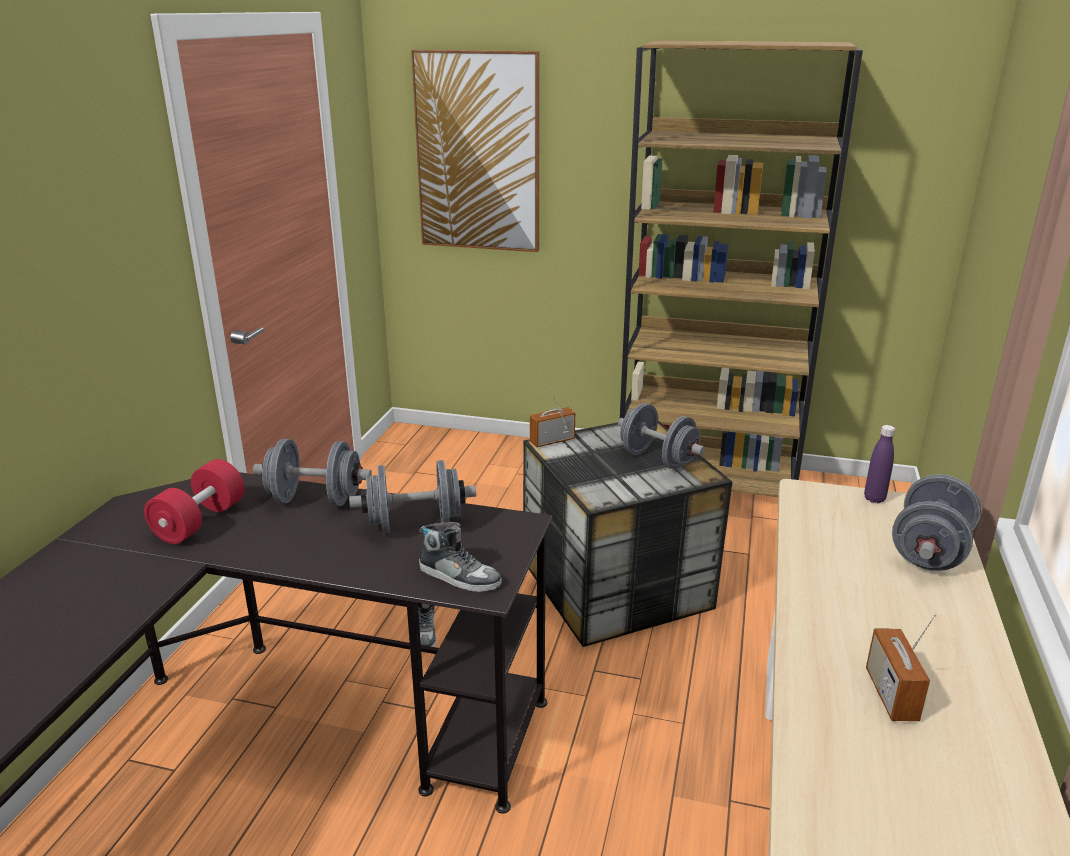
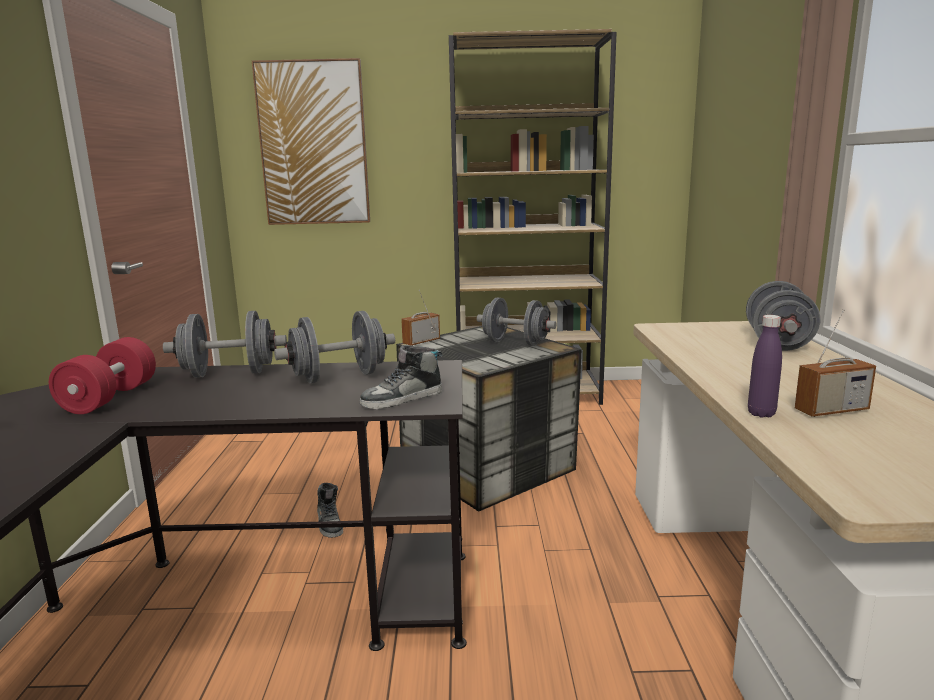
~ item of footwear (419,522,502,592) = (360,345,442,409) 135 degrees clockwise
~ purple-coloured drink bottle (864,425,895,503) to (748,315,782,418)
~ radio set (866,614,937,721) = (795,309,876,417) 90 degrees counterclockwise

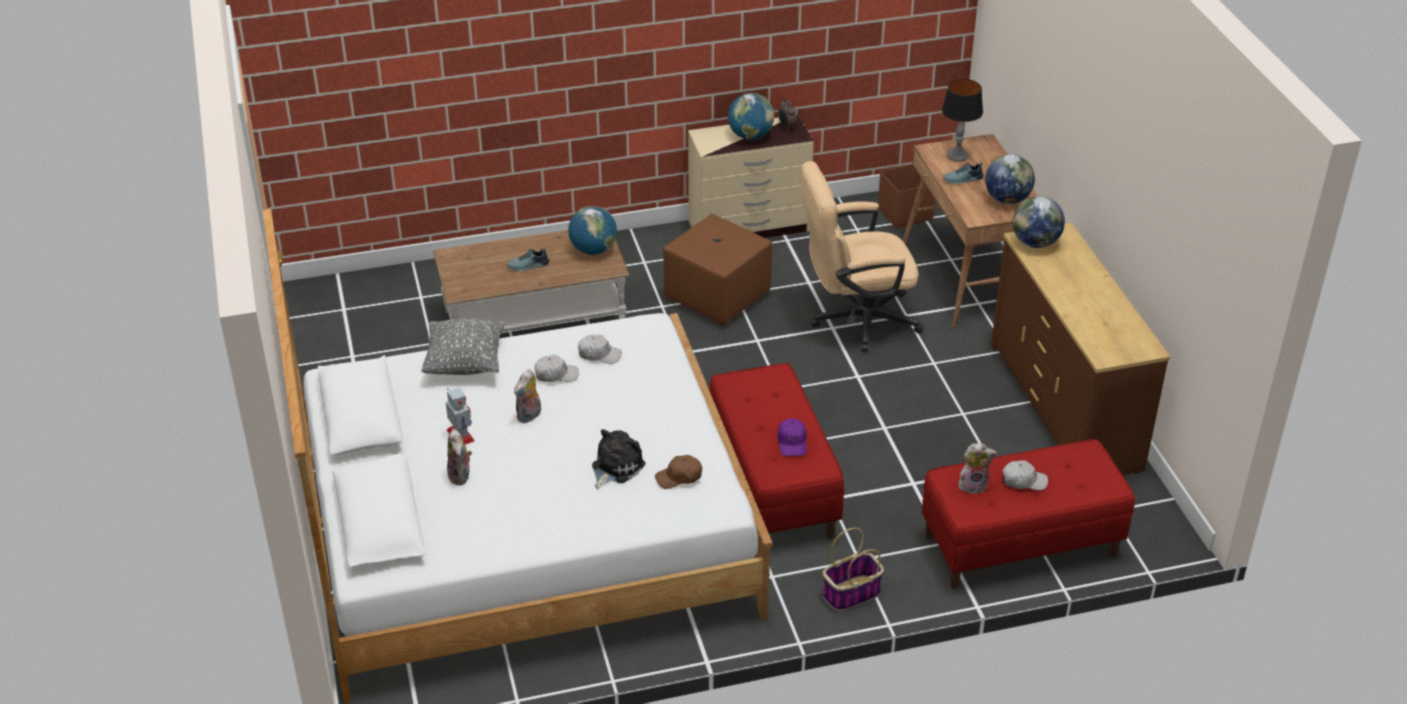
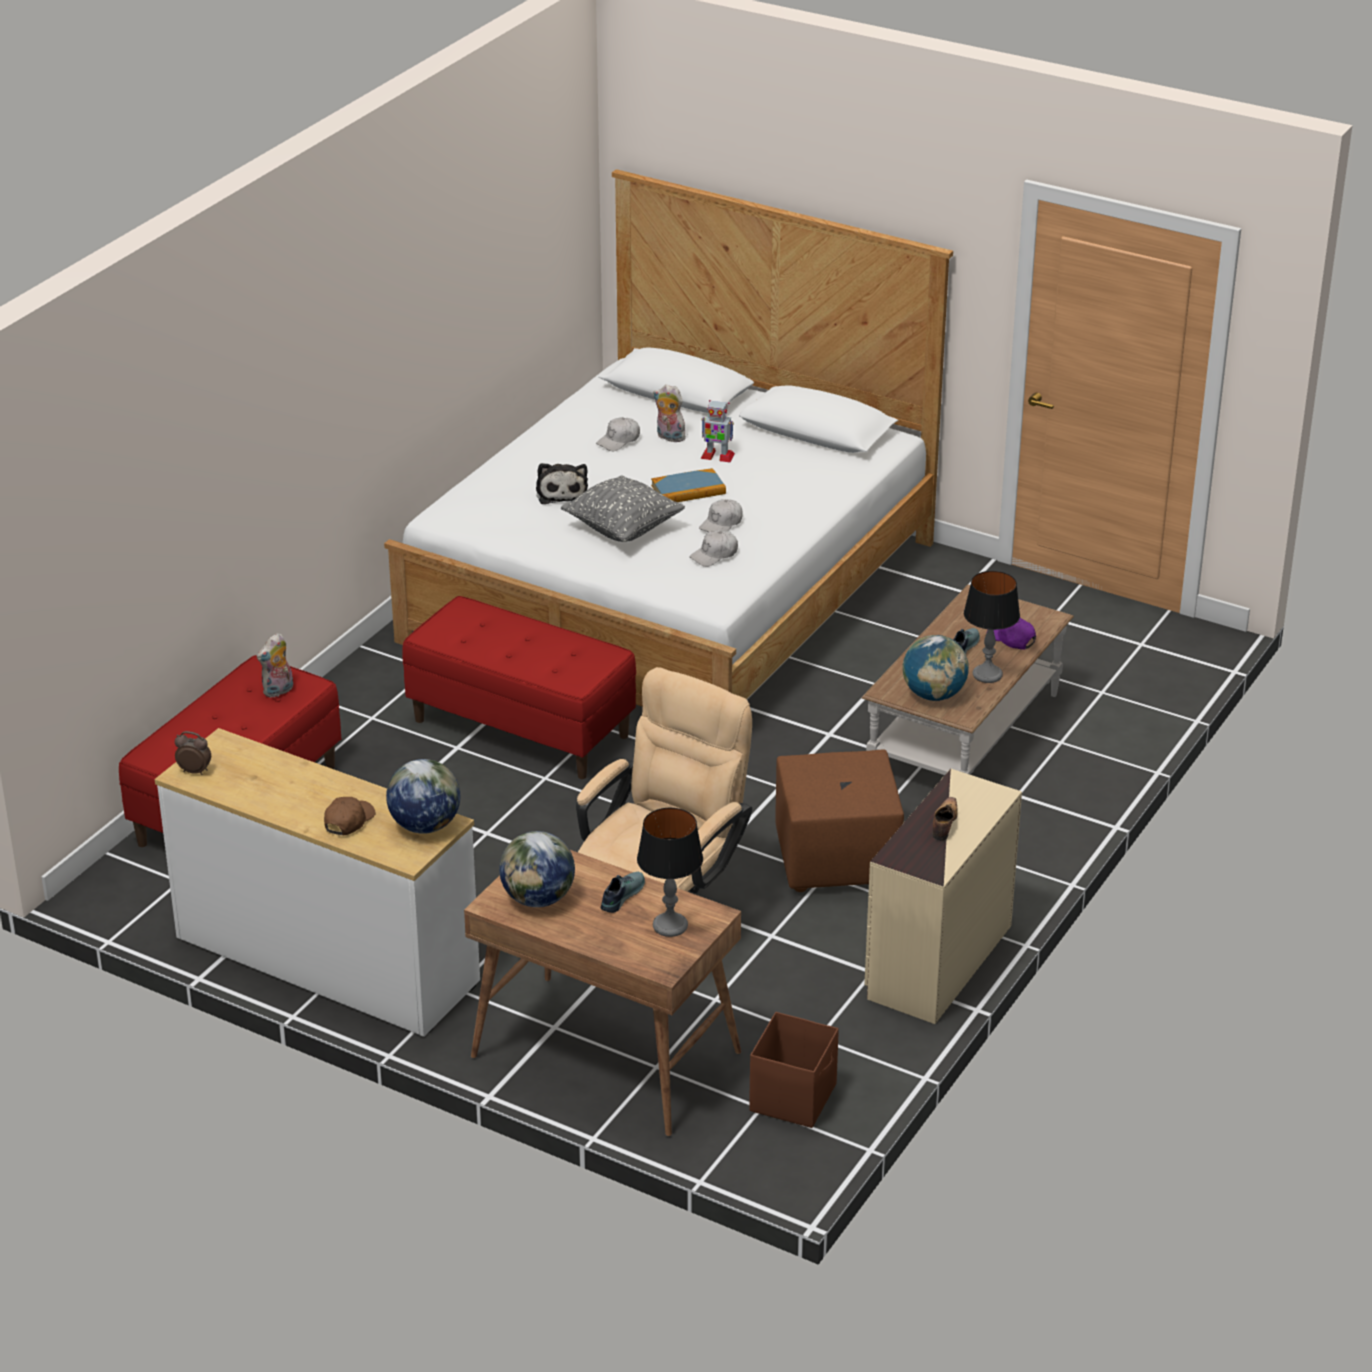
~ brown-coloured dresser (991,223,1170,475) to whitish dresser (155,728,480,1037)
~ bedside clock (778,99,797,131) to (175,731,211,775)
~ brown-coloured cap (655,455,702,489) to (324,797,376,835)
~ greyish throw pillow (421,319,505,375) to (561,475,685,542)
~ whitish cap (1003,460,1048,490) to (596,417,640,451)
~ cuddly toy (514,369,541,423) to bound book (651,468,726,502)
~ world globe (728,93,774,140) to item of footwear (933,797,958,841)
+ table lamp (964,571,1020,683)
~ purple-coloured cap (777,419,807,456) to (986,618,1036,650)
- household basket (823,528,884,611)

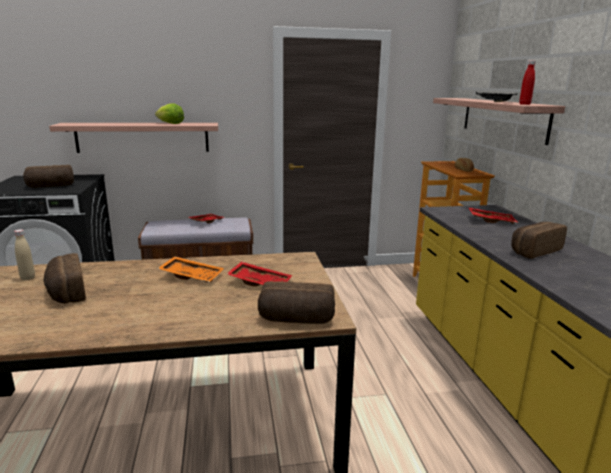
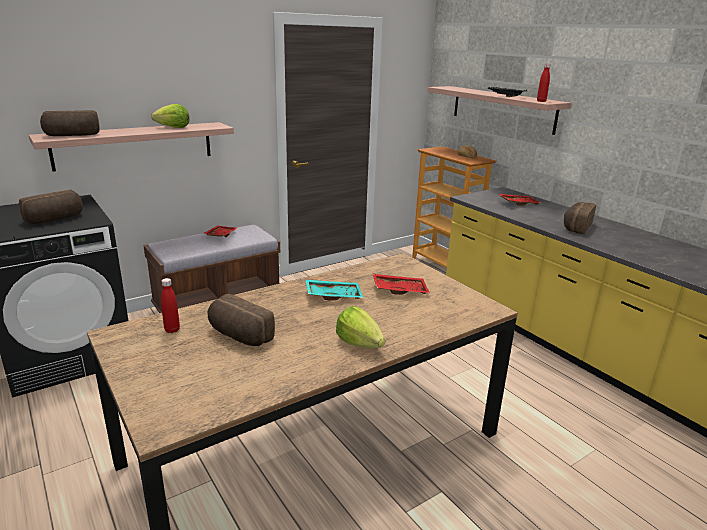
~ bakery bread (258,281,335,324) to (40,110,100,136)
~ beige drink bottle (14,229,35,280) to red-coloured drink bottle (161,278,180,333)
~ orangey serving tray (158,256,224,283) to blue-green serving tray (305,279,364,300)
+ lettuce (336,306,385,348)

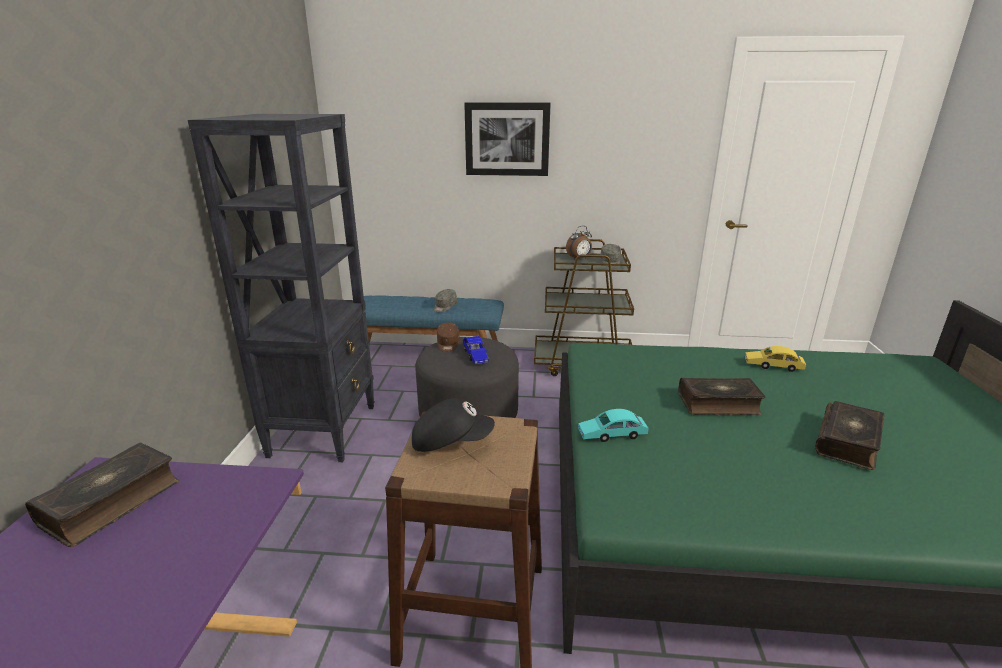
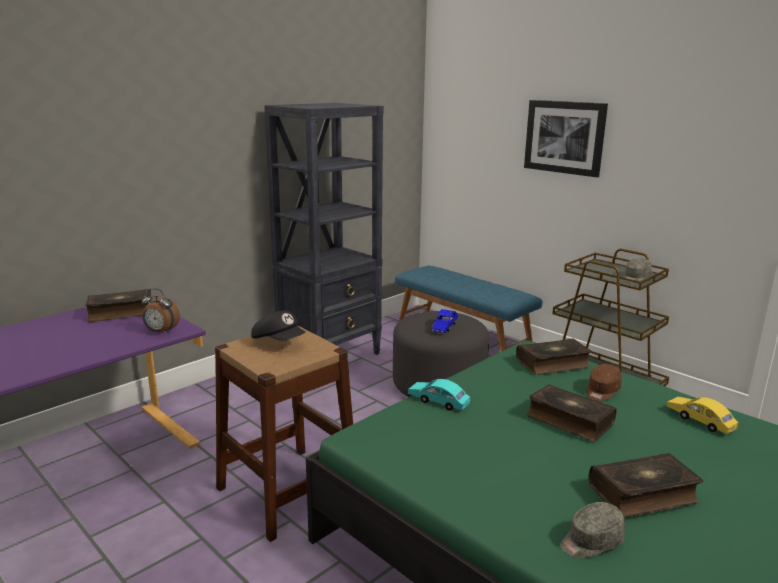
~ bedside clock (566,226,592,260) to (142,288,180,334)
+ bound book (516,339,592,375)
~ greyish cap (434,289,457,312) to (560,502,625,558)
~ brown-coloured cap (437,322,460,352) to (586,364,622,401)

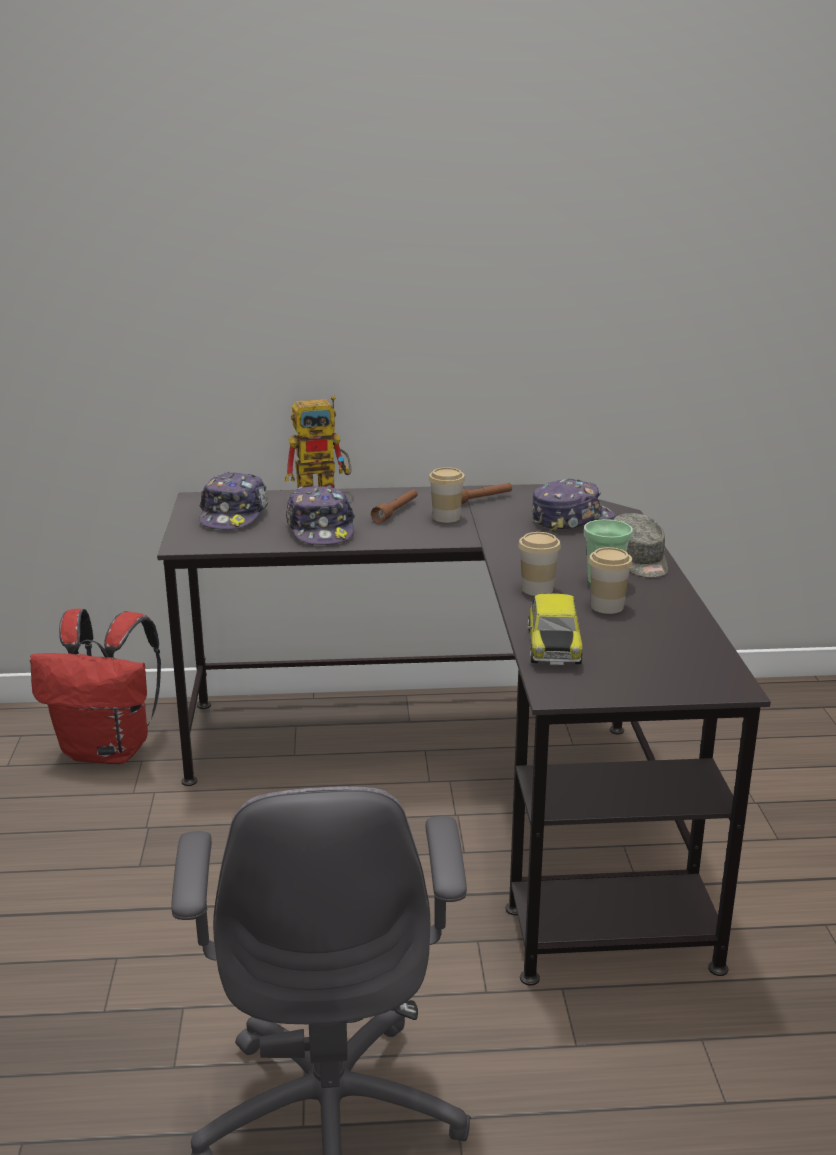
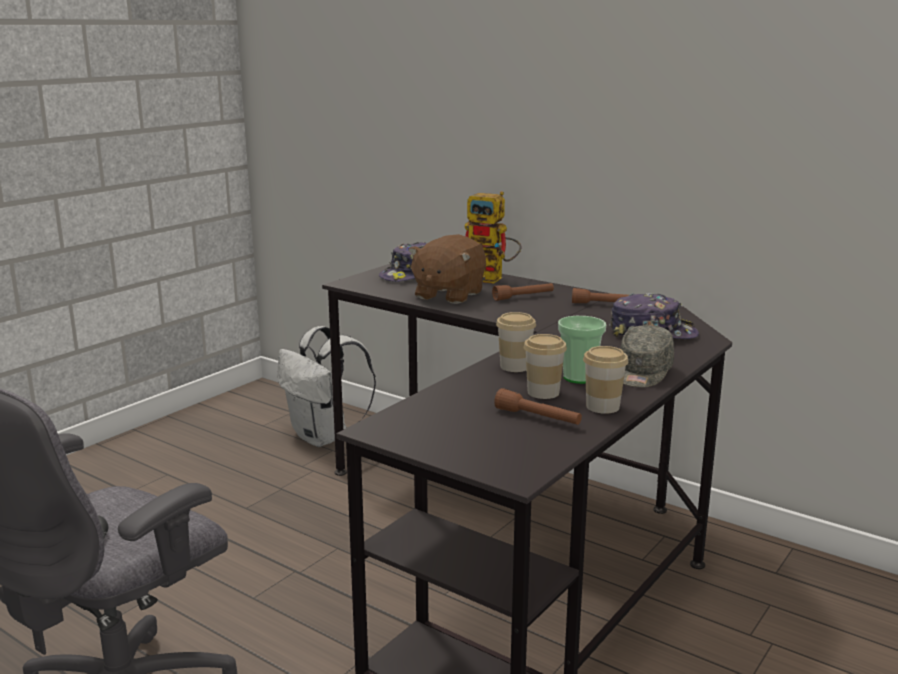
~ red-coloured backpack (30,609,161,764) to whitish backpack (278,326,376,447)
~ cap (286,486,355,545) to brown-coloured cuddly toy (408,234,486,304)
+ brown-coloured flashlight (494,388,582,425)
~ drinking cup (429,467,465,523) to (583,346,628,414)
- miniature car (527,593,583,665)

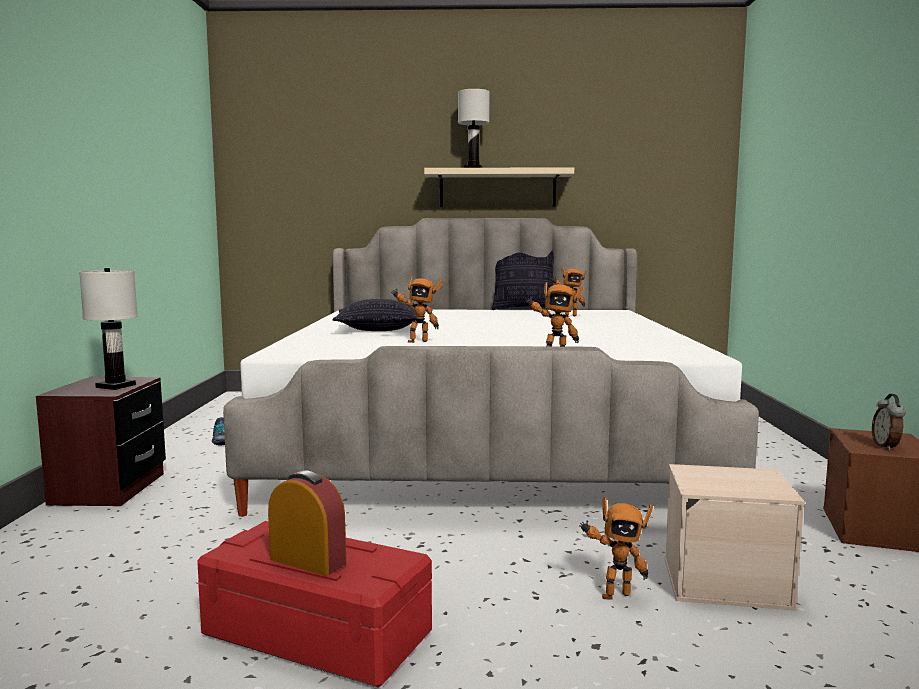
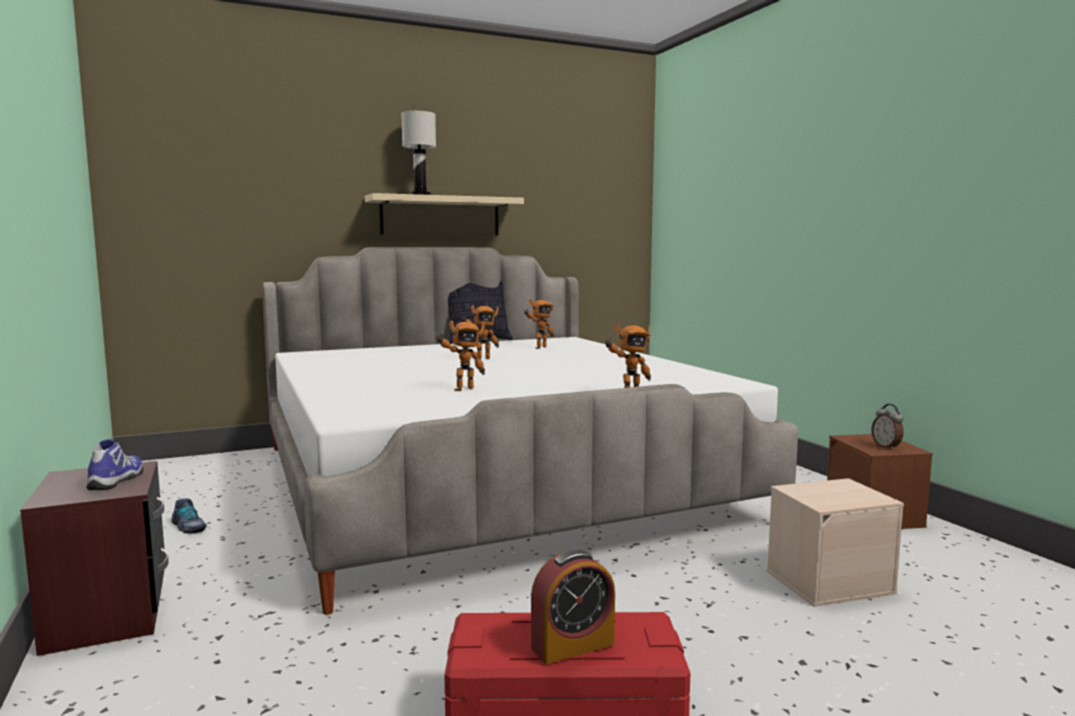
~ whitish table lamp (79,268,138,390) to item of footwear (87,439,143,490)
~ robot figure (579,497,653,600) to (461,305,499,360)
~ bedside clock (268,470,346,576) = (531,550,615,664) 150 degrees clockwise
- throw pillow (333,299,416,331)

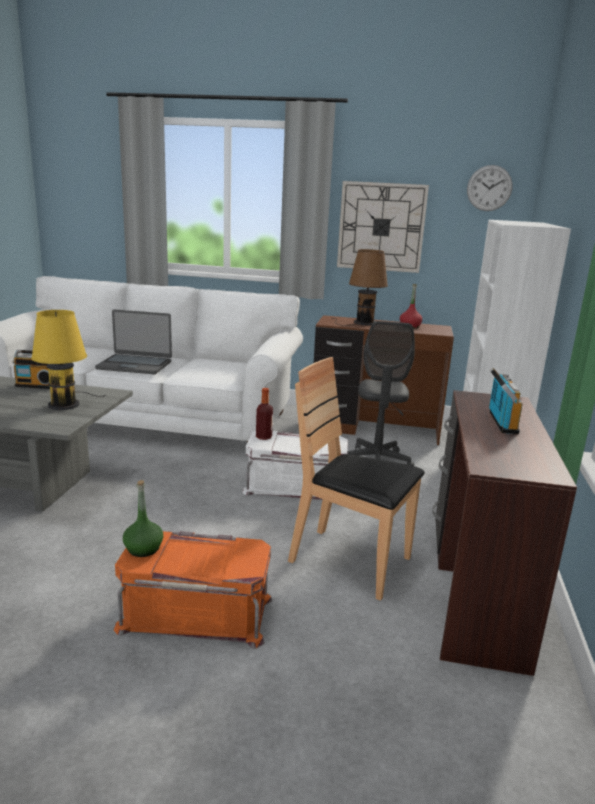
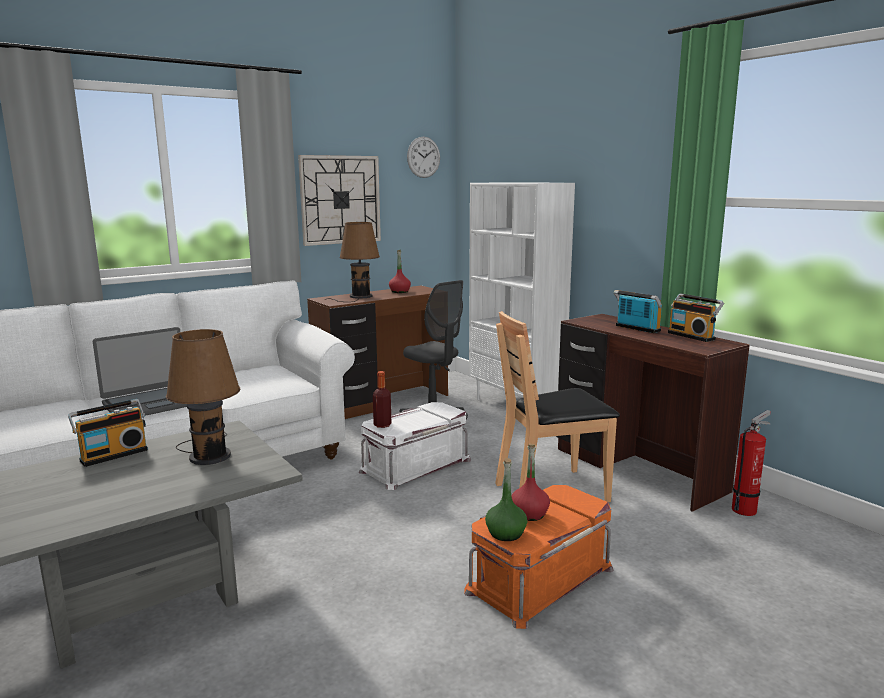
~ yellow table lamp (31,310,105,410) to brown-coloured table lamp (166,329,240,465)
+ red-coloured drink bottle (511,444,550,521)
+ radio set (668,293,724,342)
+ extinguisher (732,410,771,516)

